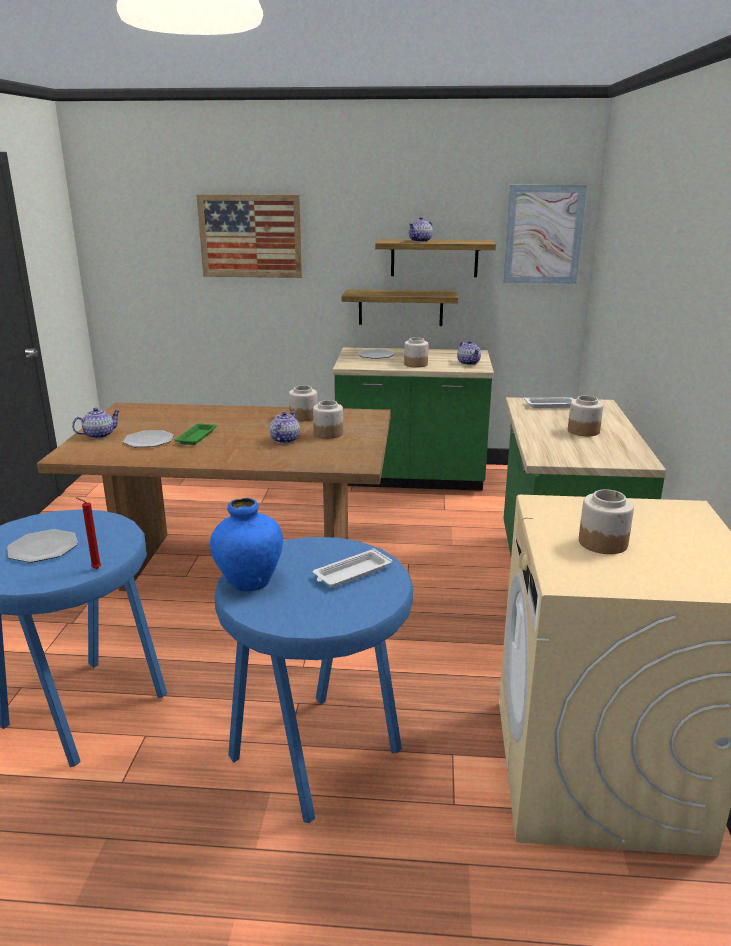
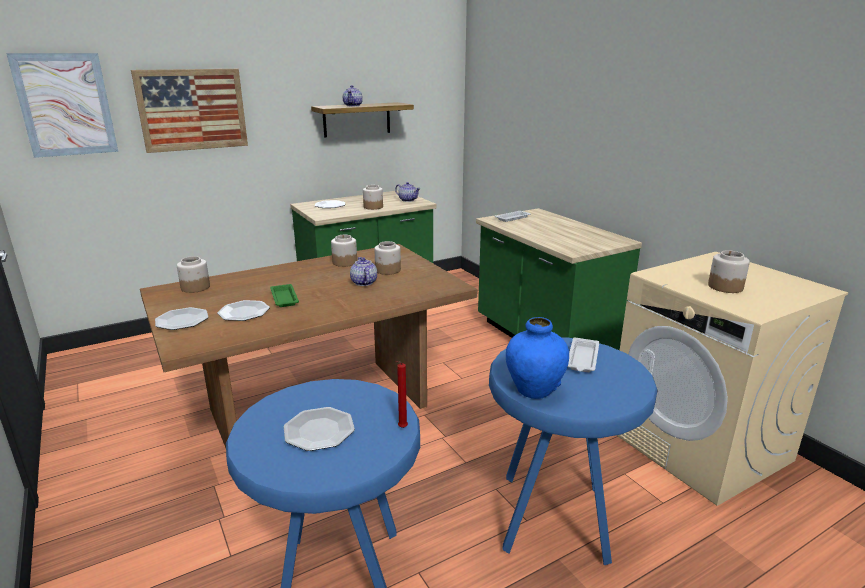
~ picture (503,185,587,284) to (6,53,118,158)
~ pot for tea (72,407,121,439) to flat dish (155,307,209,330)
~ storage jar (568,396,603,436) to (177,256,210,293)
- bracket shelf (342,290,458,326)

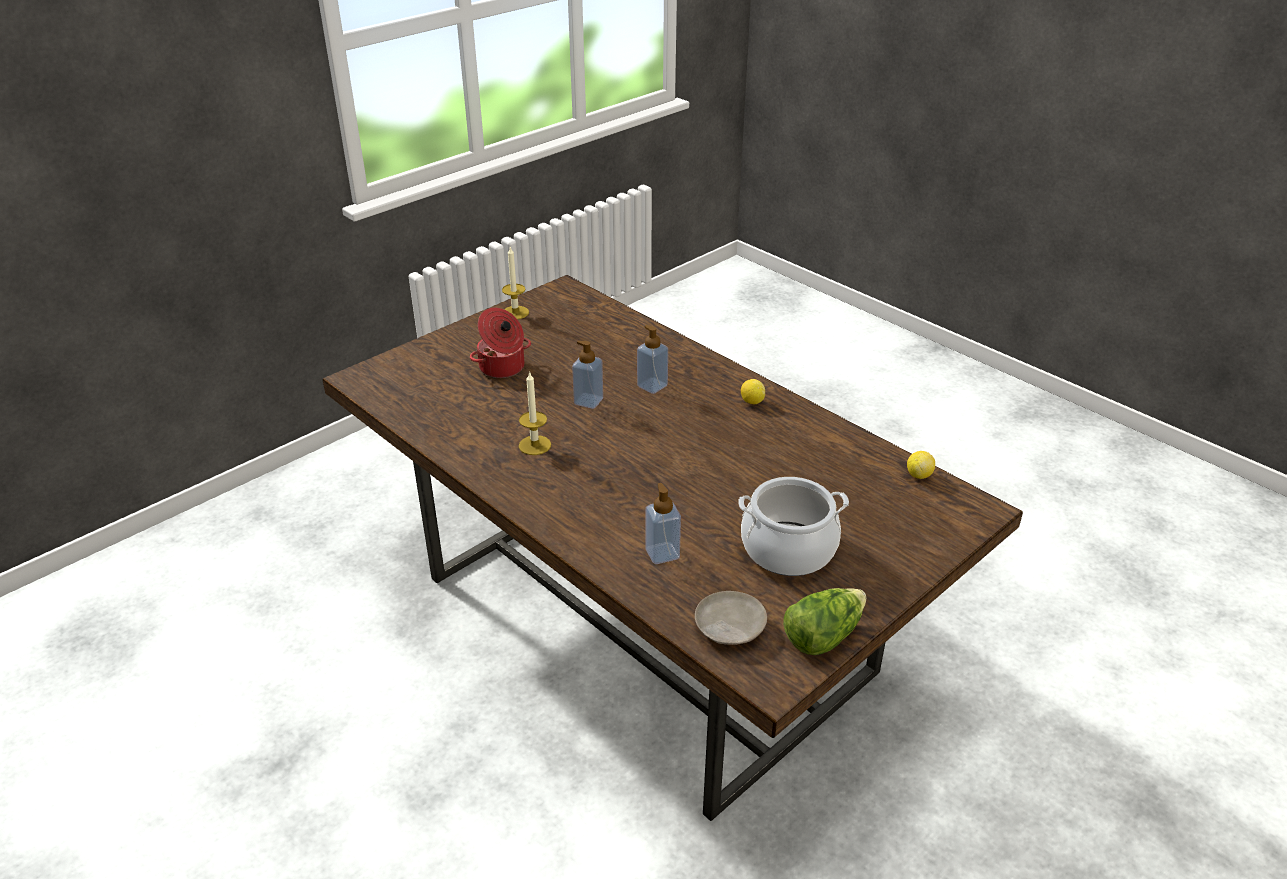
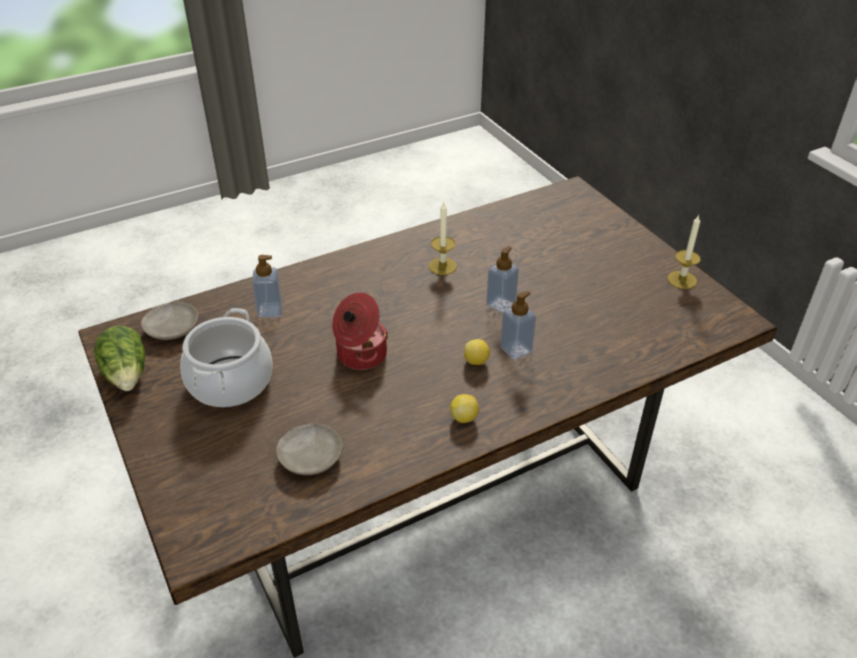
+ beige flat dish (276,423,343,475)
~ stockpot (470,308,531,378) to (332,293,388,370)
~ citrus fruit (907,451,935,479) to (464,339,490,365)

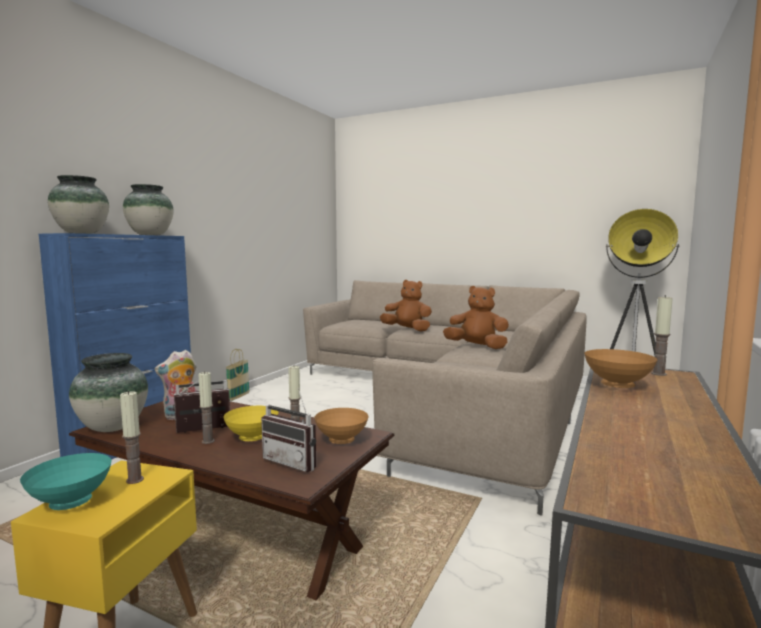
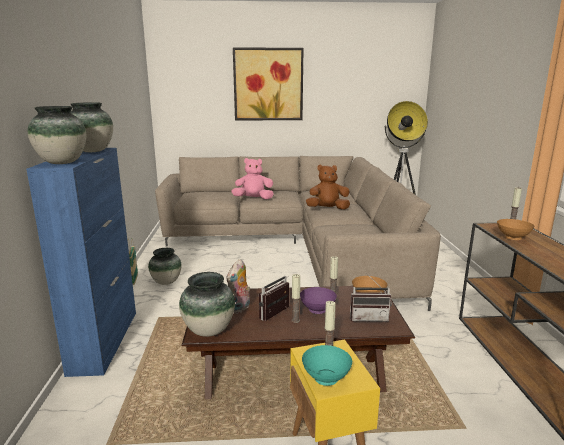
+ flower vase (148,248,182,285)
~ brown-coloured cuddly toy (380,280,432,332) to pinkish cuddly toy (231,158,274,199)
+ picture (233,47,304,121)
~ yellow deep dish (223,406,279,441) to purple-coloured deep dish (300,287,337,314)

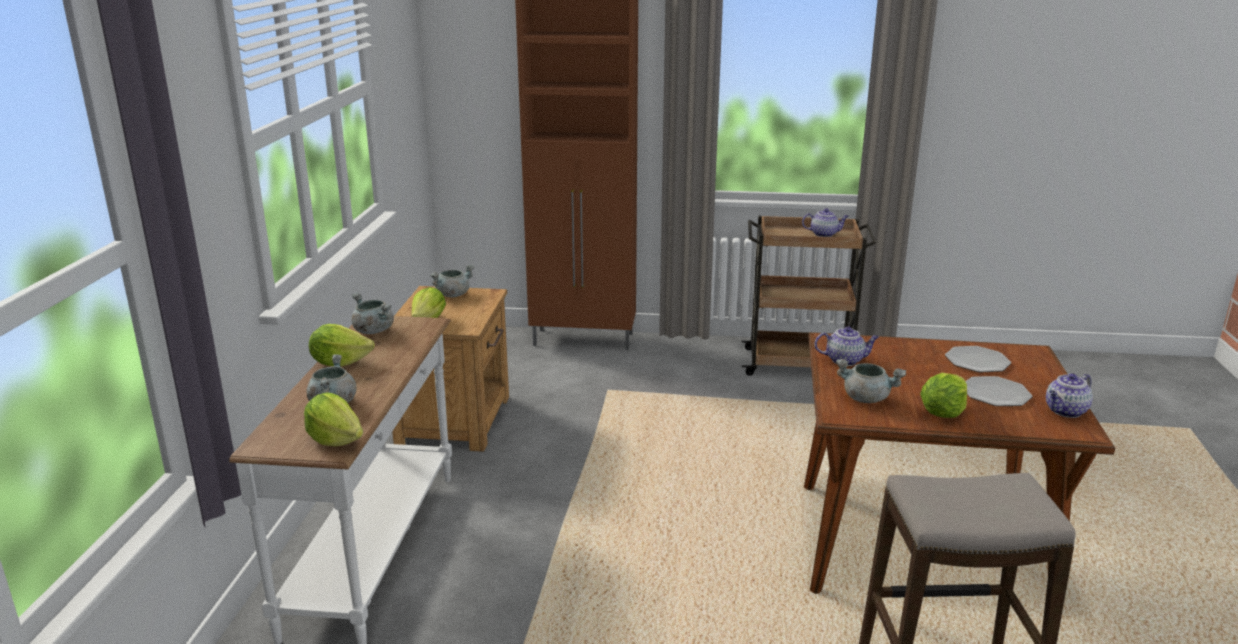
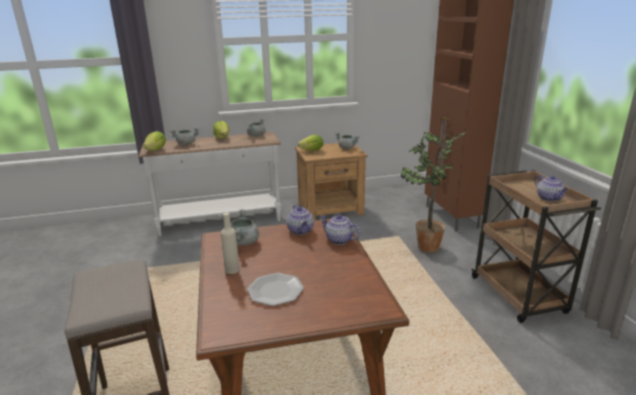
~ lettuce (920,373,967,418) to beige drink bottle (221,213,240,274)
~ pot for tea (1046,373,1093,418) to (320,215,360,245)
+ potted plant (400,132,467,253)
- flat dish (945,346,1011,373)

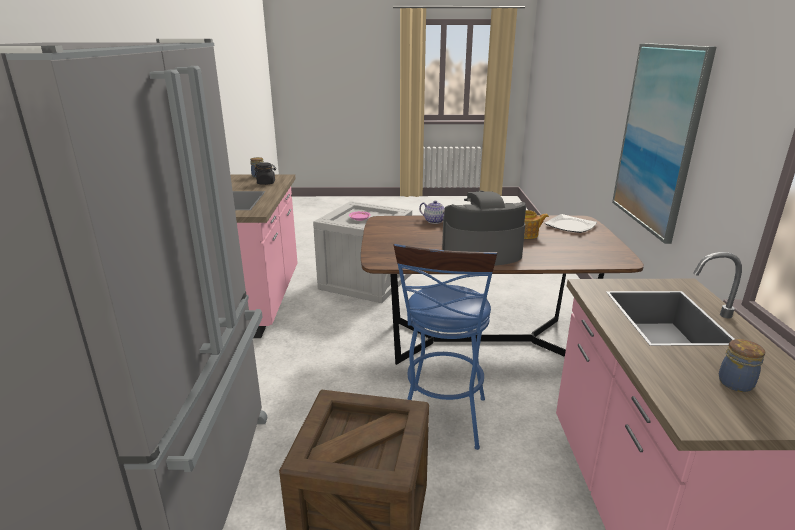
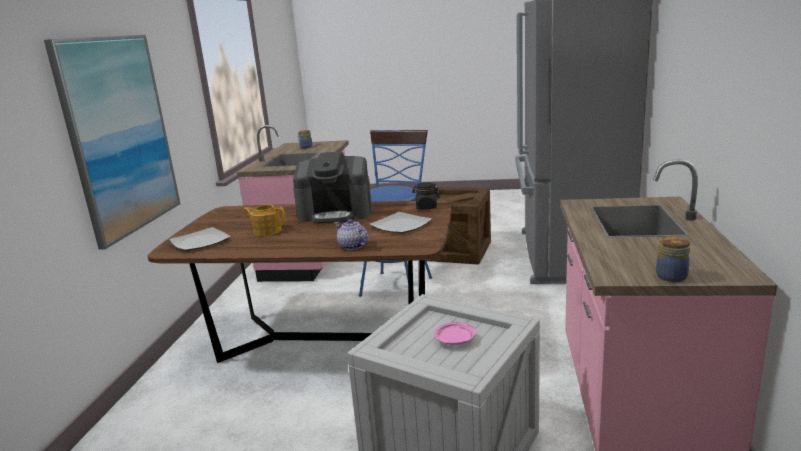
+ flat dish (369,212,432,233)
~ blackish storage jar (254,163,276,185) to (412,182,440,209)

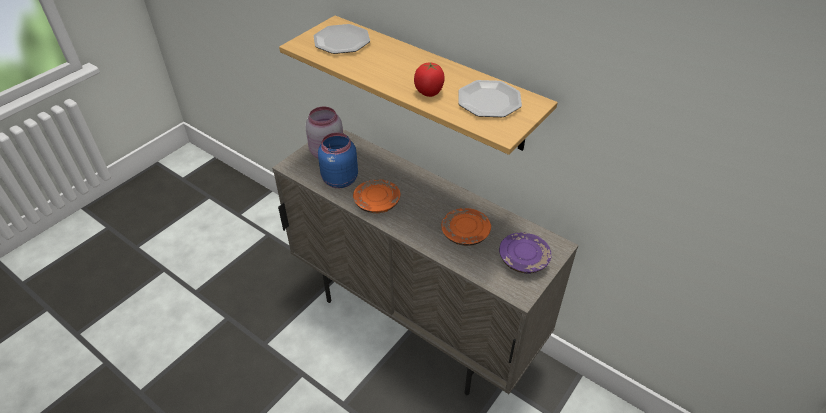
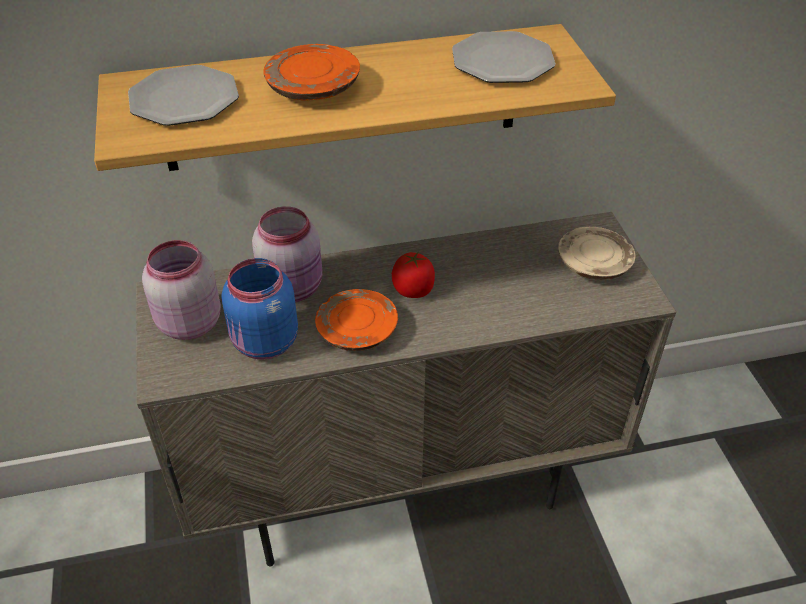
+ pinkish storage jar (252,206,323,302)
~ orangey flat dish (441,208,491,246) to (263,44,360,101)
~ whole tomato (414,63,445,97) to (392,251,435,298)
~ purple-coloured flat dish (499,232,551,274) to beige flat dish (558,227,635,280)

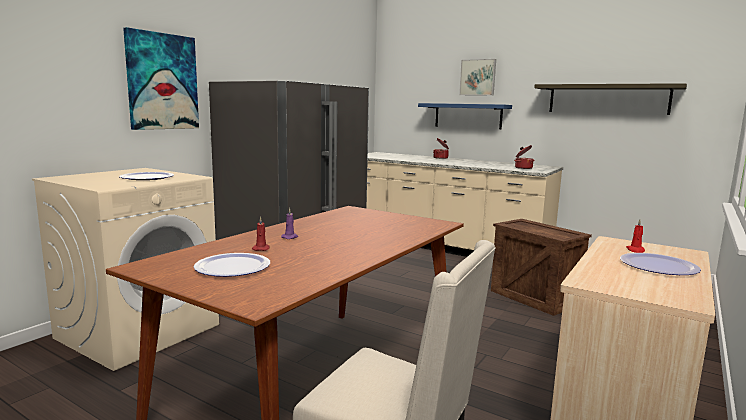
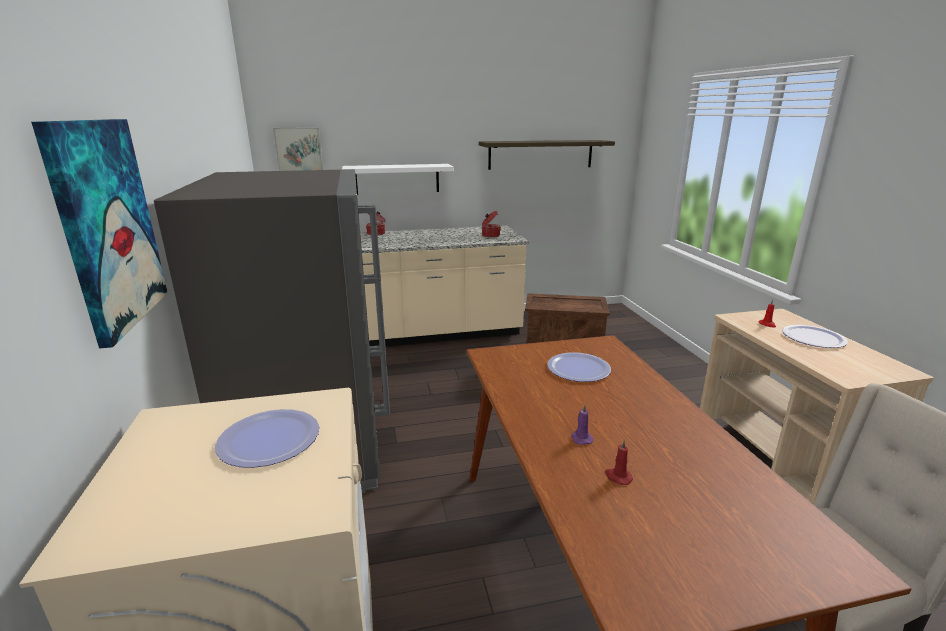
~ picture (459,59,496,96) to (273,127,324,171)
~ blue-coloured bracket shelf (418,103,512,129) to whitish bracket shelf (342,164,454,195)
~ flat dish (194,253,270,277) to (547,352,611,382)

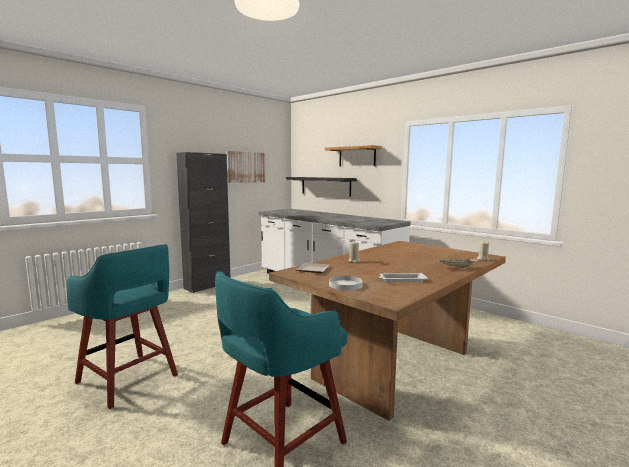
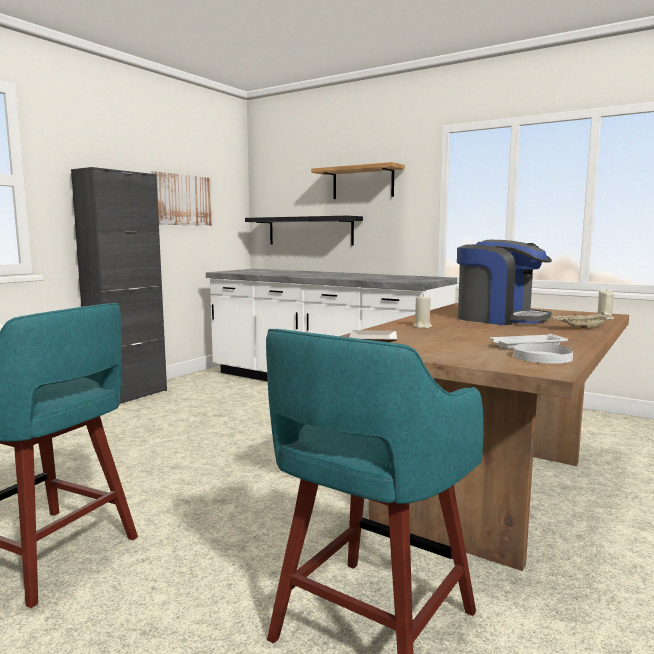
+ coffee machine (457,240,552,325)
~ whitish flat dish (329,276,362,290) to (513,343,573,364)

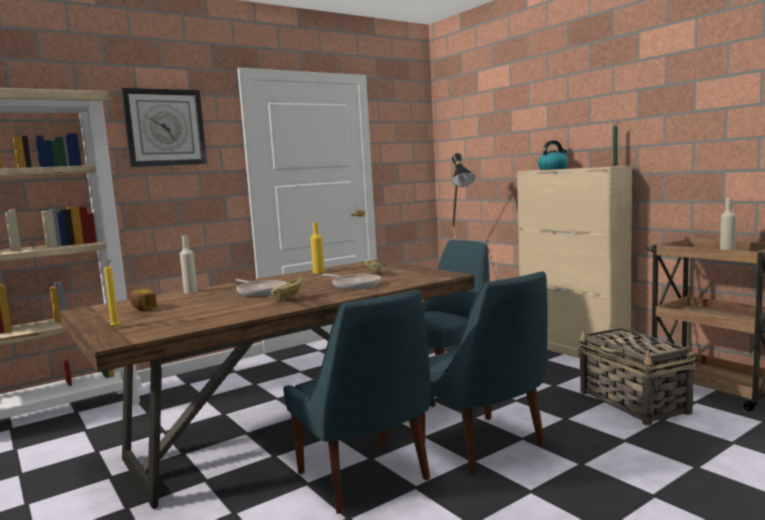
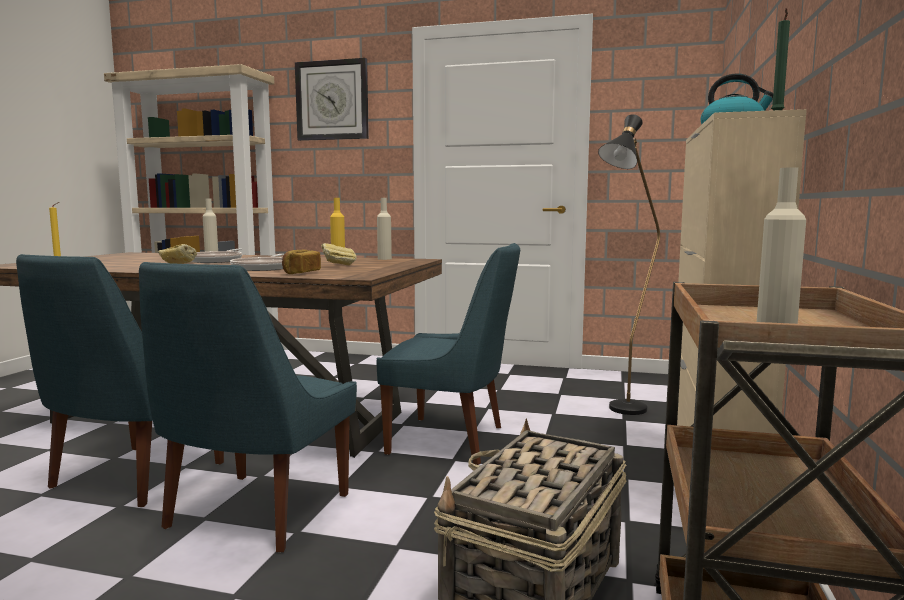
~ bakery bread (130,289,157,311) to (282,250,321,274)
+ beige drink bottle (377,198,392,260)

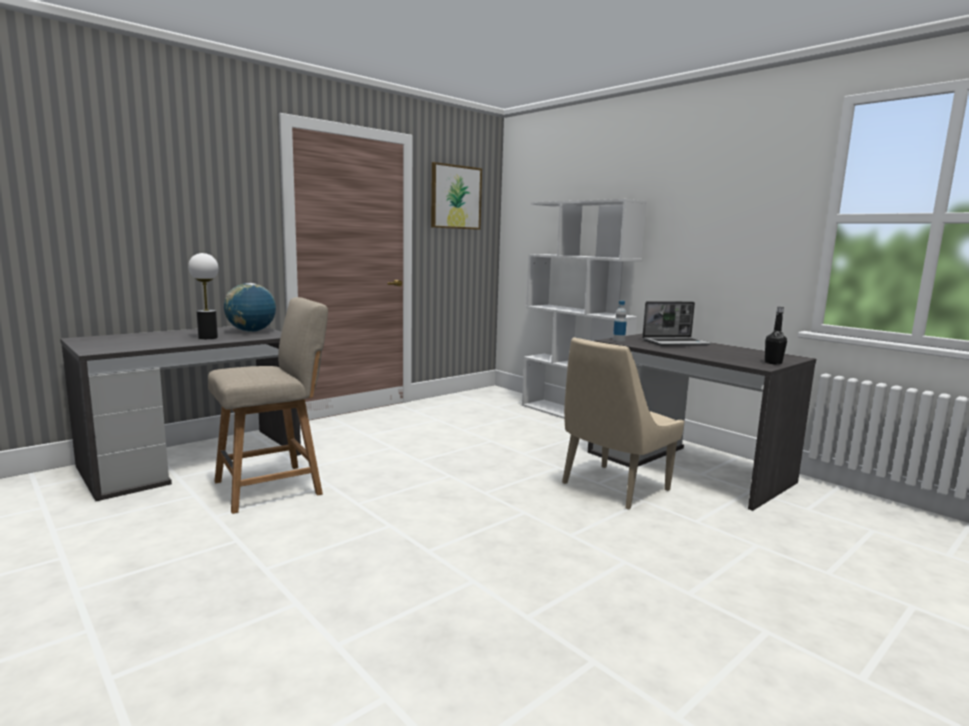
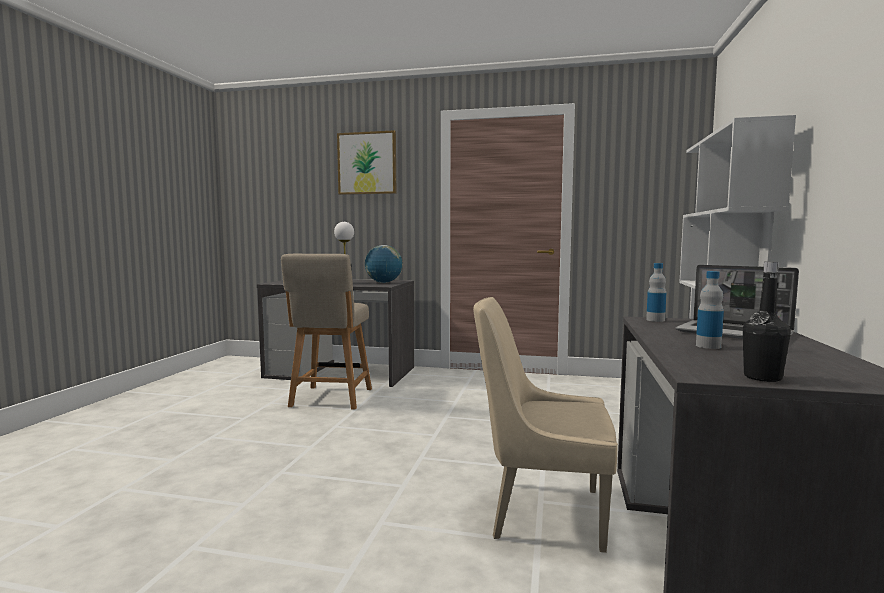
~ beige chair (208,297,328,514) = (281,254,372,410) 75 degrees clockwise
~ picture (431,162,482,230) to (337,130,396,195)
+ drink bottle (696,271,724,349)

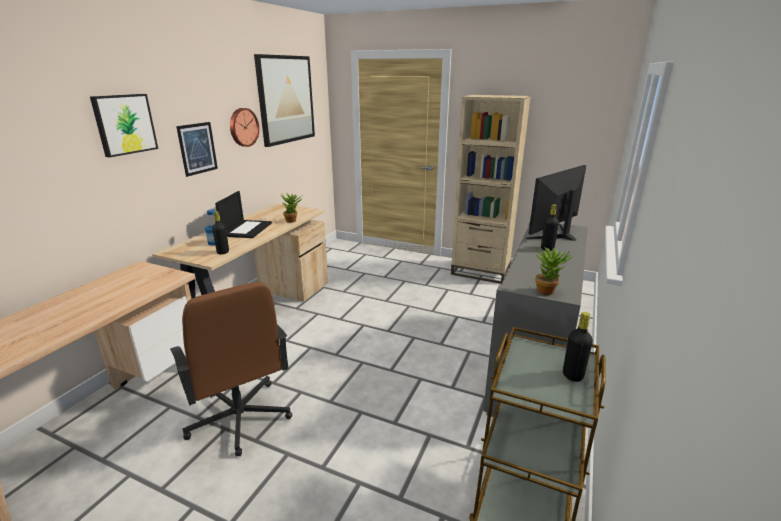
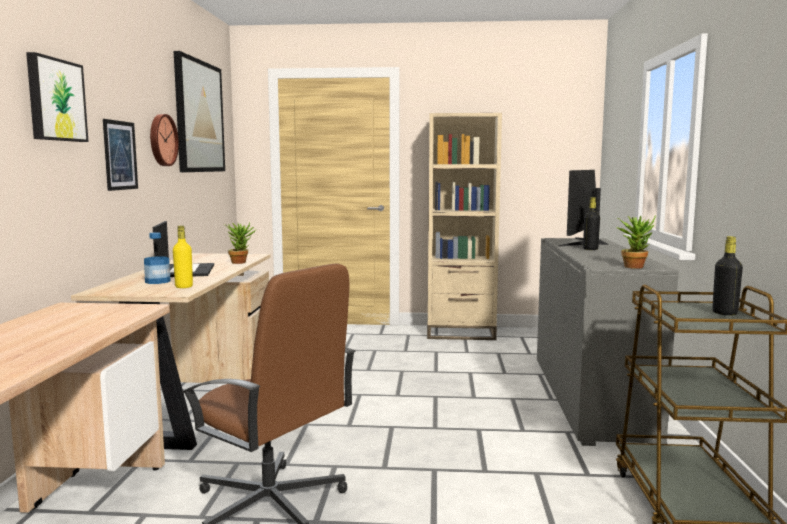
~ blackish drink bottle (212,211,229,254) to yellow drink bottle (173,226,193,288)

